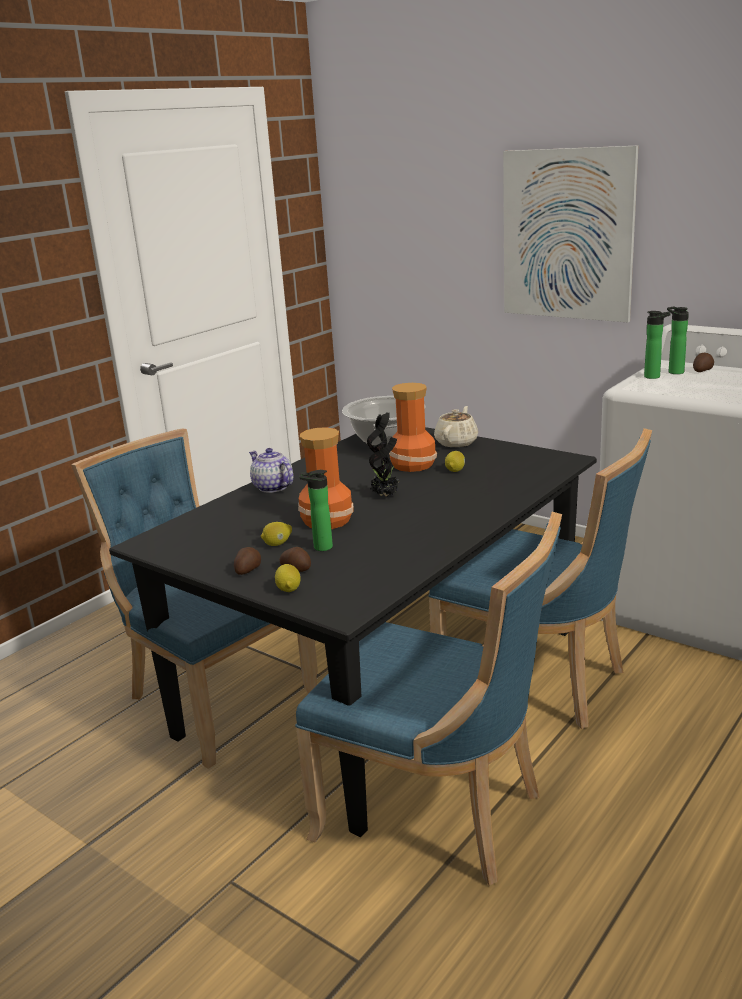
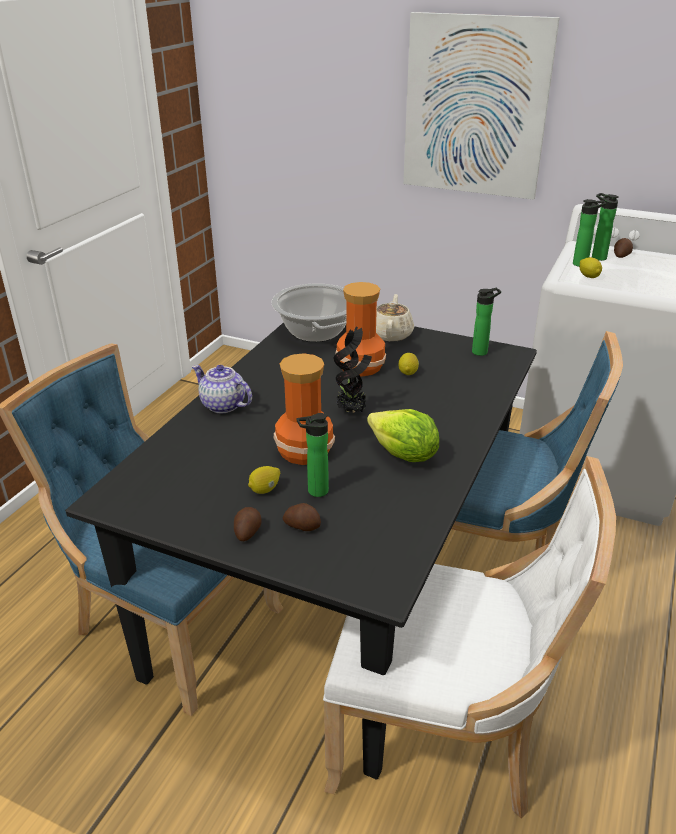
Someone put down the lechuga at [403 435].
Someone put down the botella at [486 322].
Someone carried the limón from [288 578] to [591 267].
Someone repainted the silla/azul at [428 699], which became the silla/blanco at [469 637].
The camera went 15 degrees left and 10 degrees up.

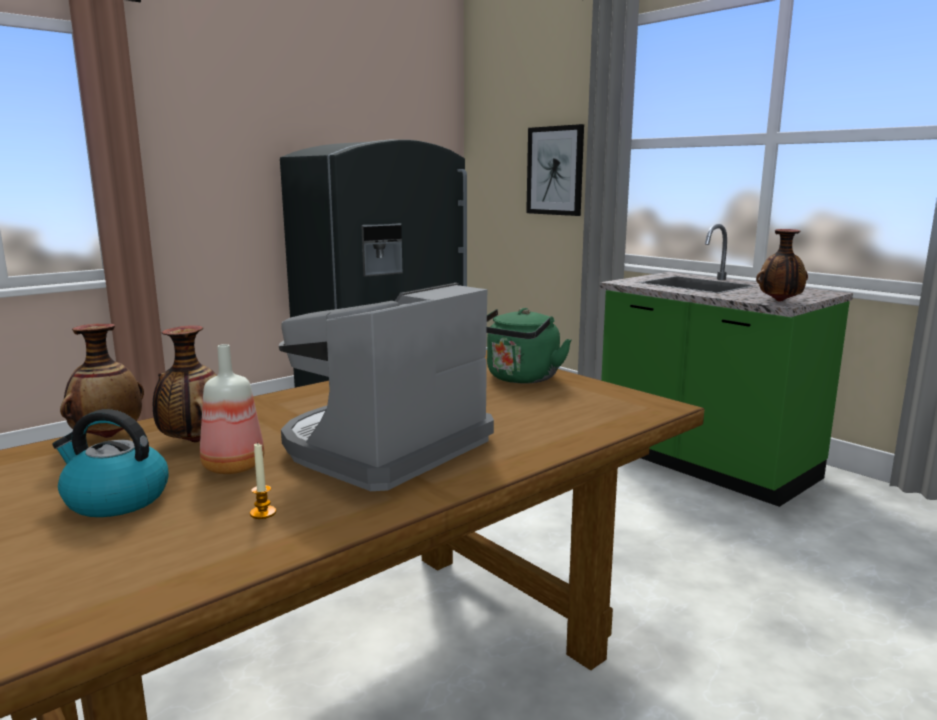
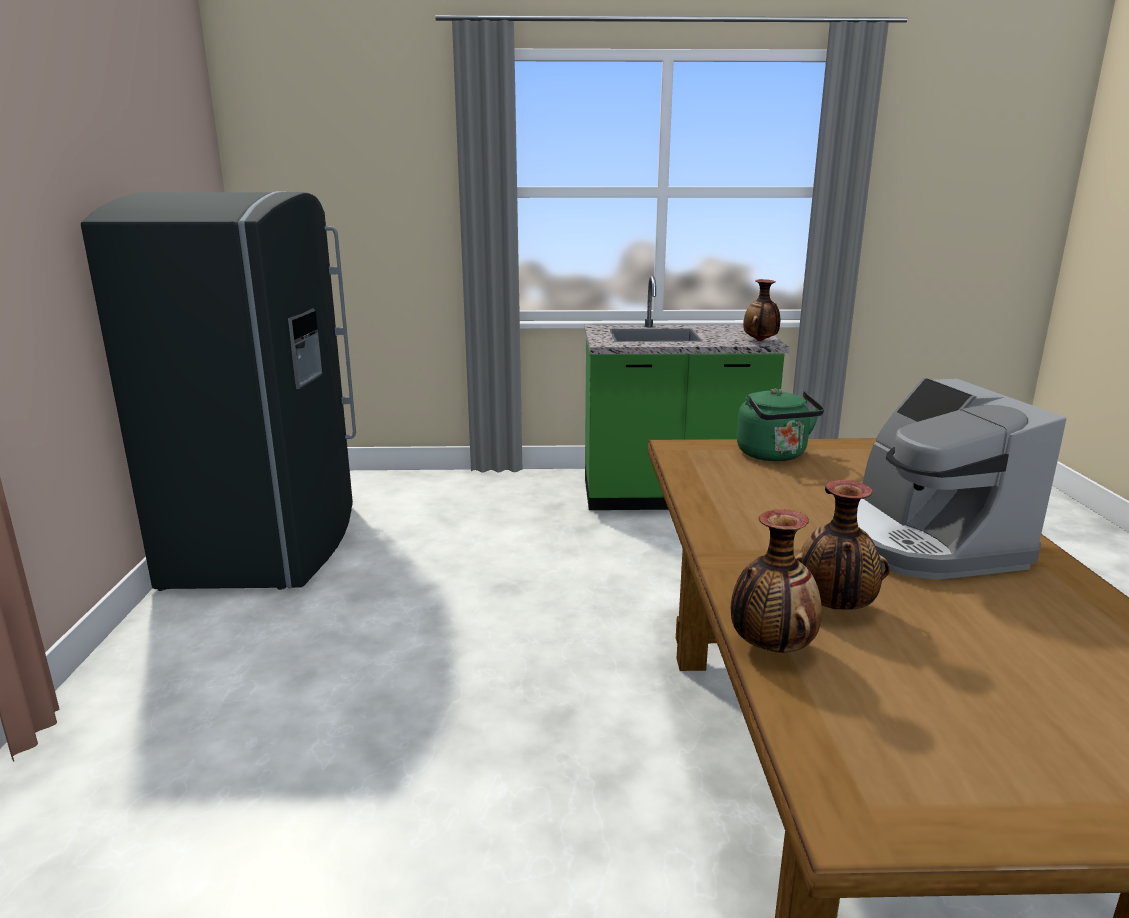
Someone took away the hervidor at [110 463].
Someone took away the botella at [232 409].
Someone took away the vela at [263 480].
Someone took away the cuadro at [555 170].
The camera went 50 degrees left and 5 degrees up.

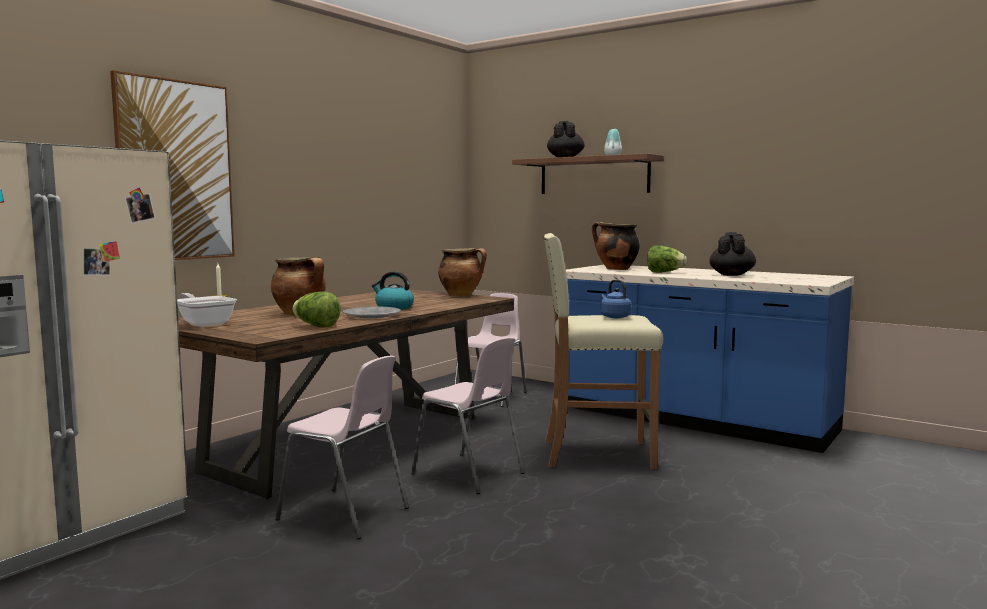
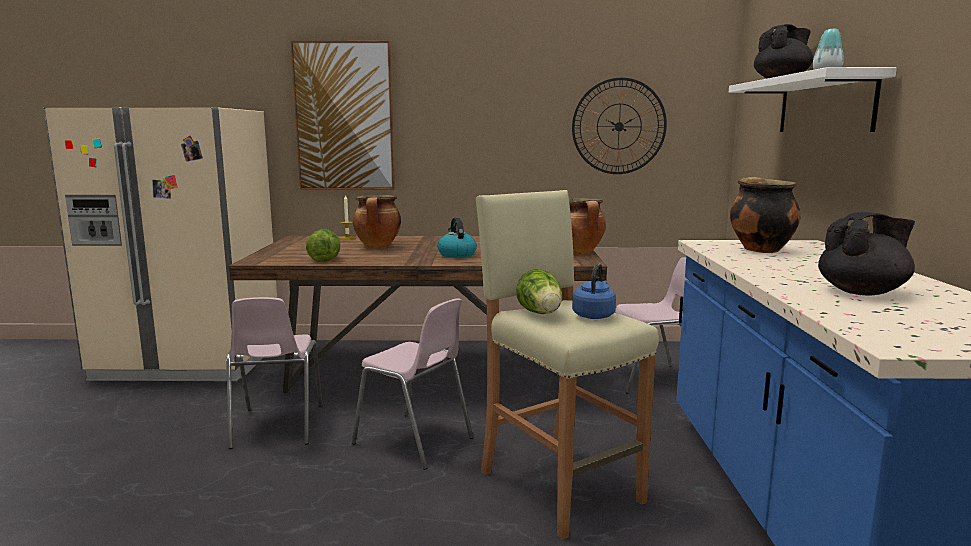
Someone took away the sartén at [207 310].
Someone took away the plato/gris at [372 312].
Someone put up the reloj de pared at [619 125].
Someone carried the lechuga from [667 259] to [539 291].
Someone repainted the estante/marrón at [588 173], which became the estante/blanco at [813 99].
Someone rotated the silla/rosa at [468 415] by 60 degrees counterclockwise.
The camera went 55 degrees right and 5 degrees up.

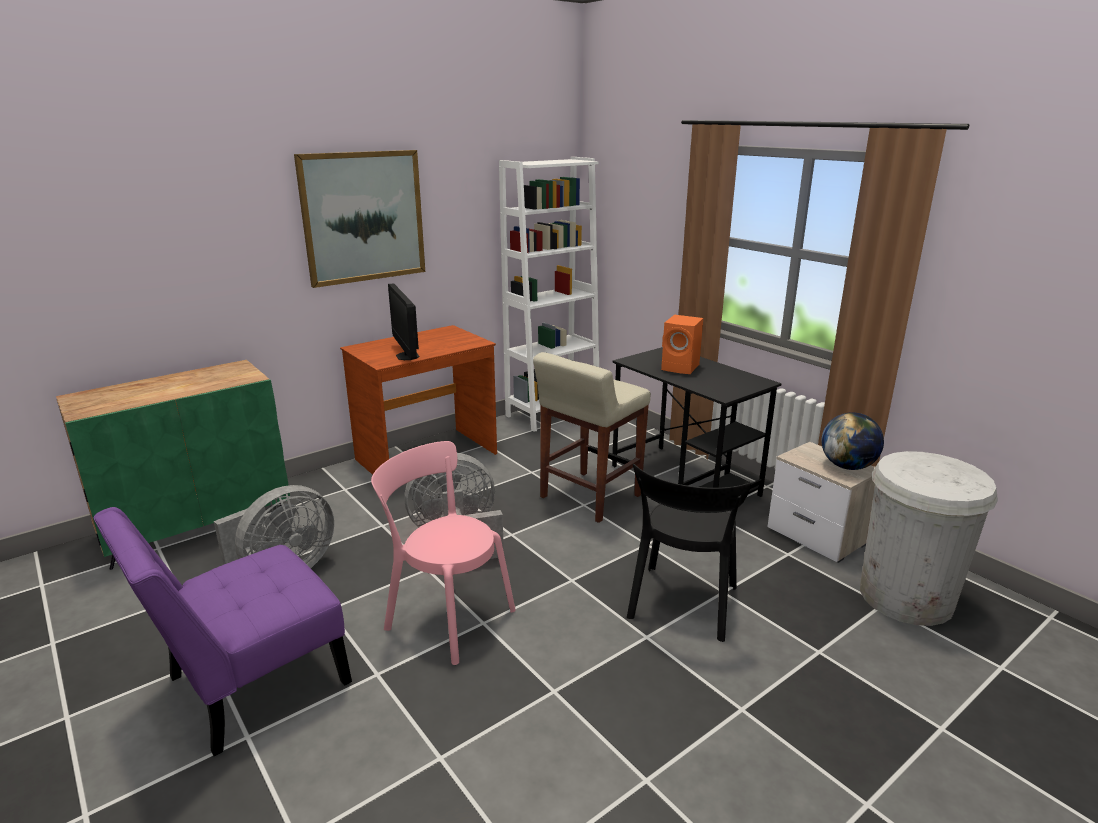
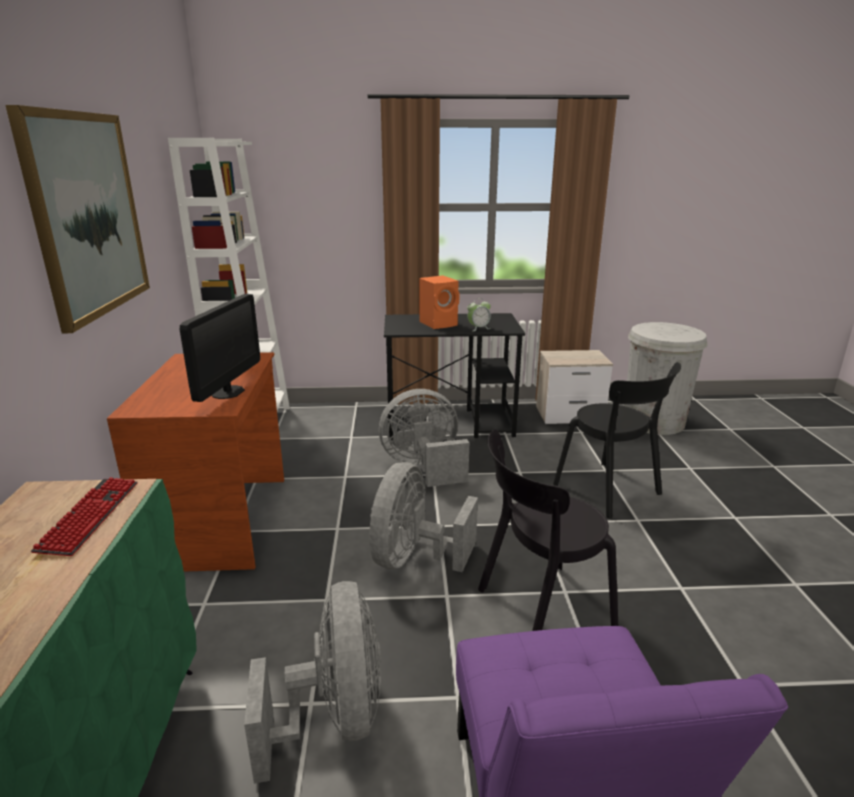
Someone took away the globo terráqueo at [852 441].
Someone put down the teclado at [84 516].
Someone put down the despertador at [479 314].
Someone swapped the taburete/beis at [592 437] for the ventilador/gris at [424 438].
Someone repainted the silla/rosa at [443 553], which became the silla/negro at [548 530].
Someone rotated the monitor at [403 321] by 90 degrees counterclockwise.
The camera went 55 degrees left and 0 degrees up.

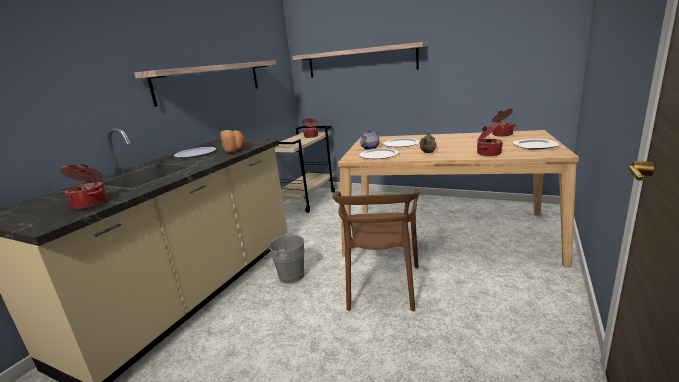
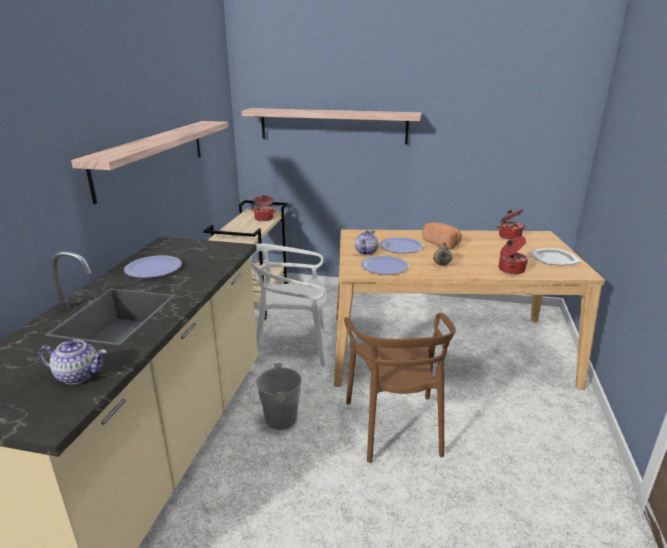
Someone put down the silla/blanco at [288 305].
Someone carried the pan from [232 141] to [442 236].
Someone swapped the olla at [83 186] for the tetera at [72 362].
The camera went 15 degrees left and 5 degrees up.

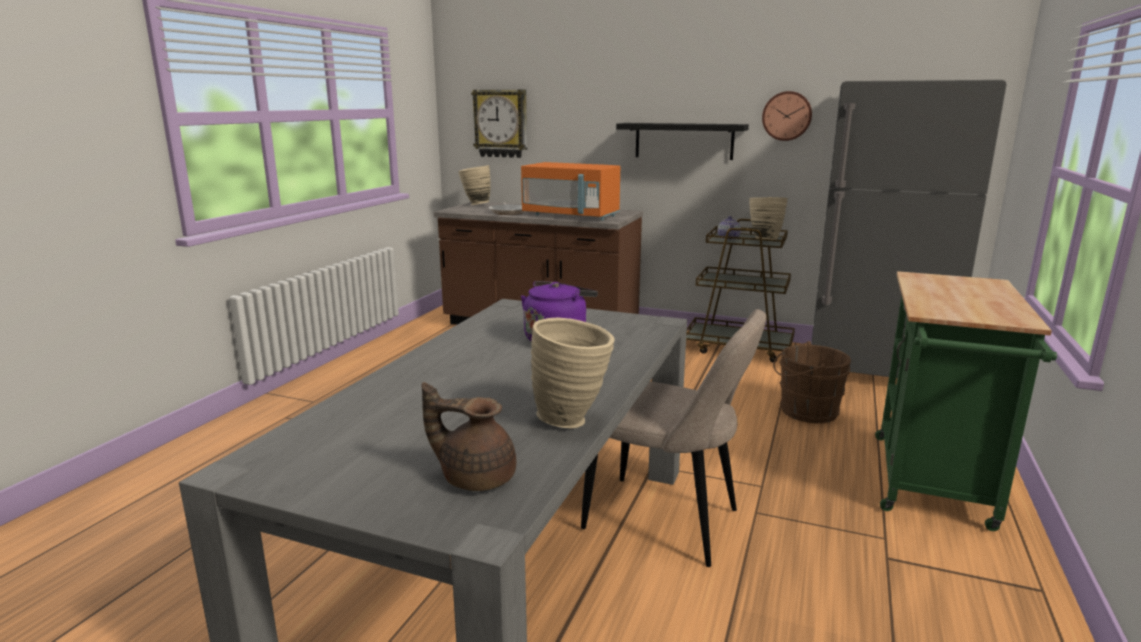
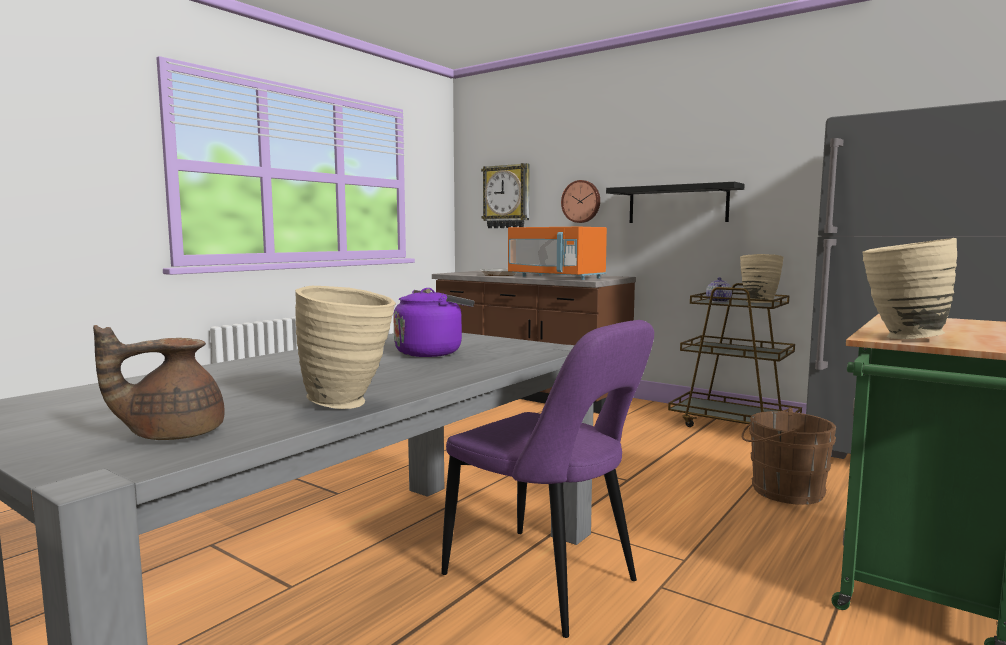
Someone carried the florero/beis from [474 185] to [909 288].
Someone carried the reloj de pared from [787 116] to [580 201].
Someone repainted the silla/beis at [673 438], which became the silla/morado at [547 479].
Someone rotated the tetera/marrón at [469 436] by 60 degrees counterclockwise.
The camera went 15 degrees right and 10 degrees down.

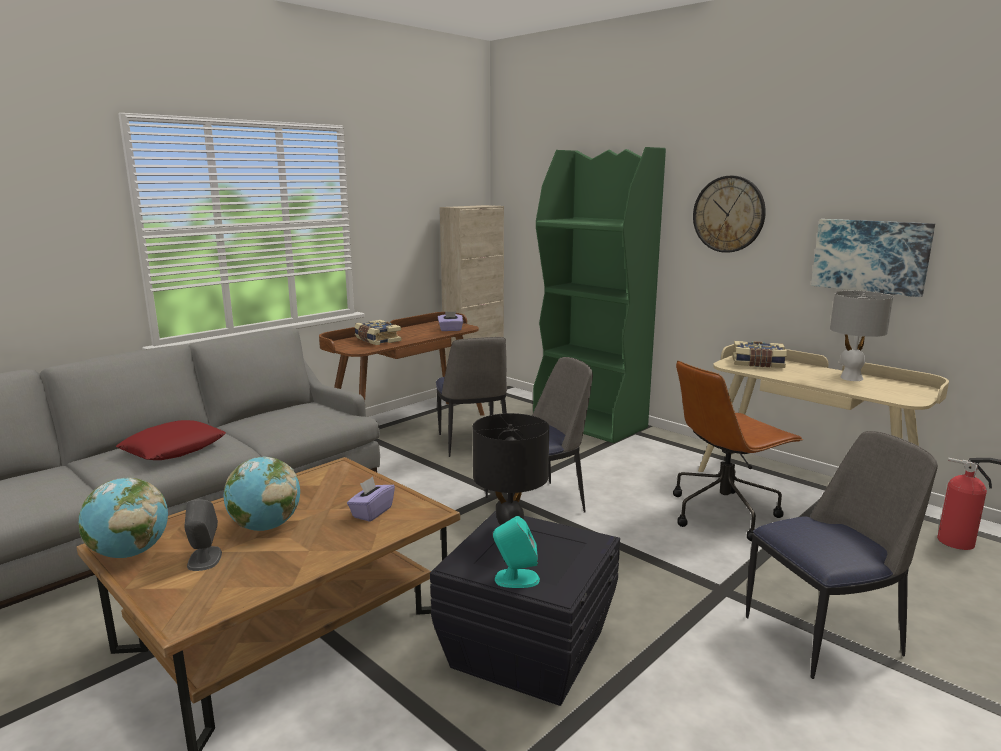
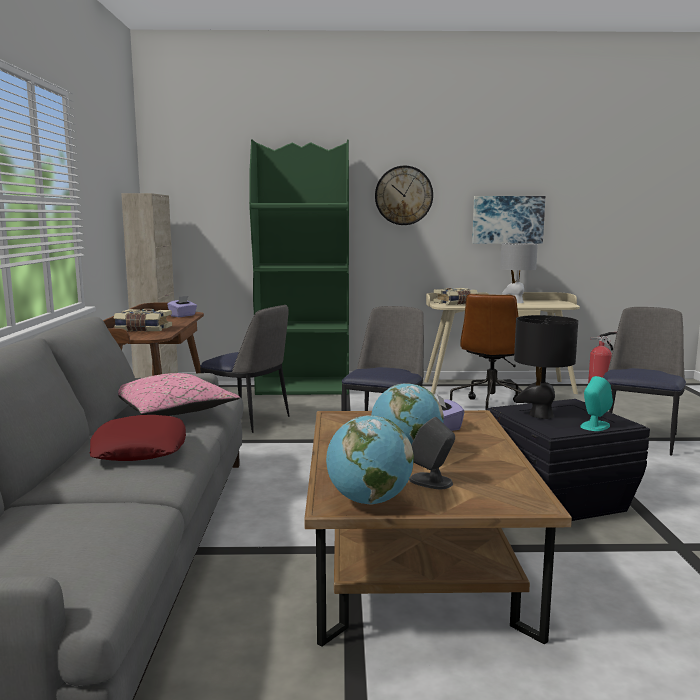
Someone put down the cojín/rosa at [179 394].
The camera went 45 degrees left and 5 degrees down.

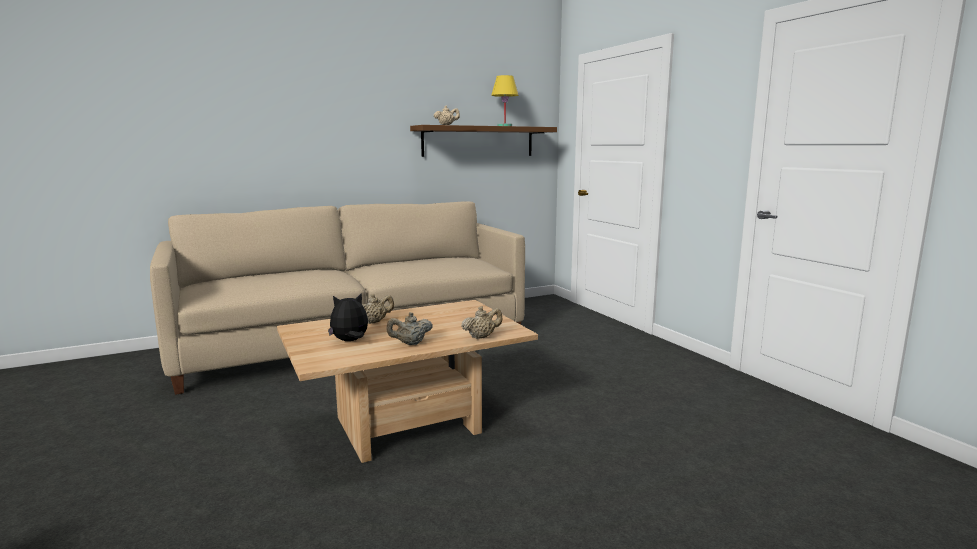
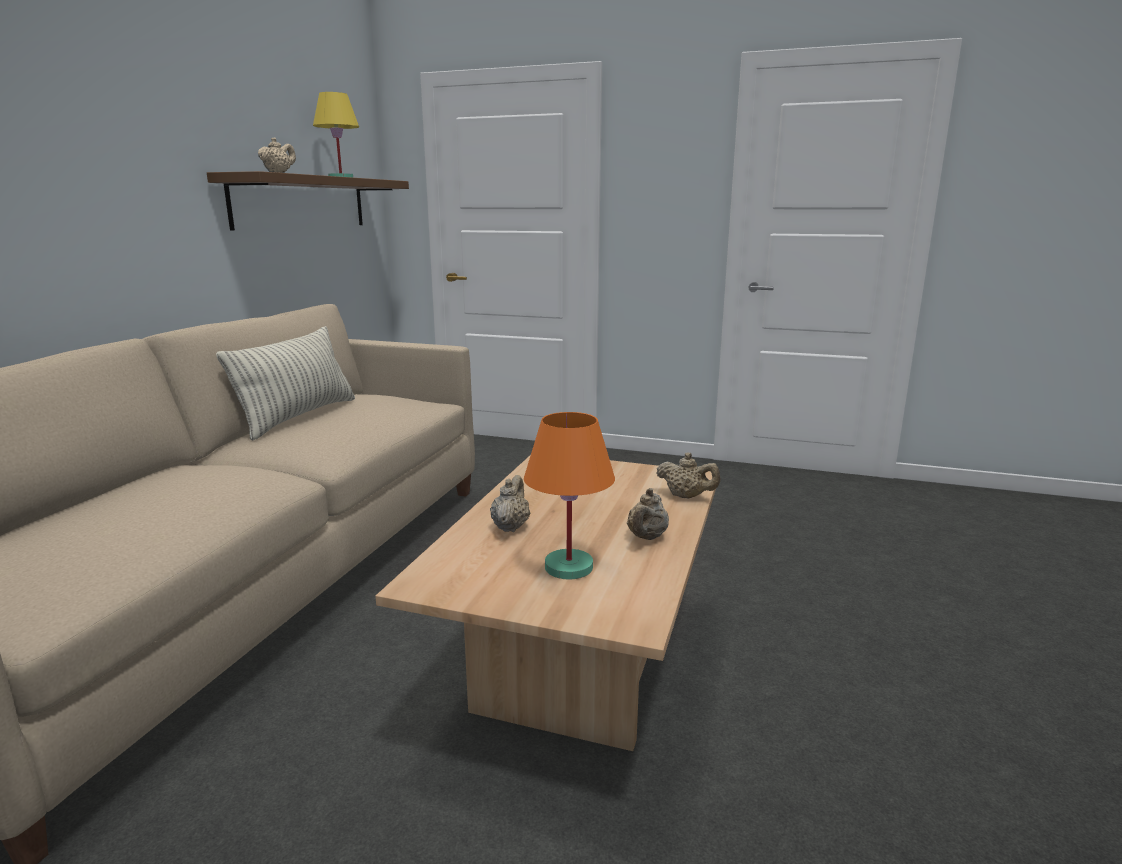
Someone put down the cojín at [285 383].
Someone swapped the peluche at [348 317] for the lámpara de mesa/naranja at [569 495].
Someone rotated the tetera/beis at [482 322] by 105 degrees clockwise.
The camera went 45 degrees left and 5 degrees up.

